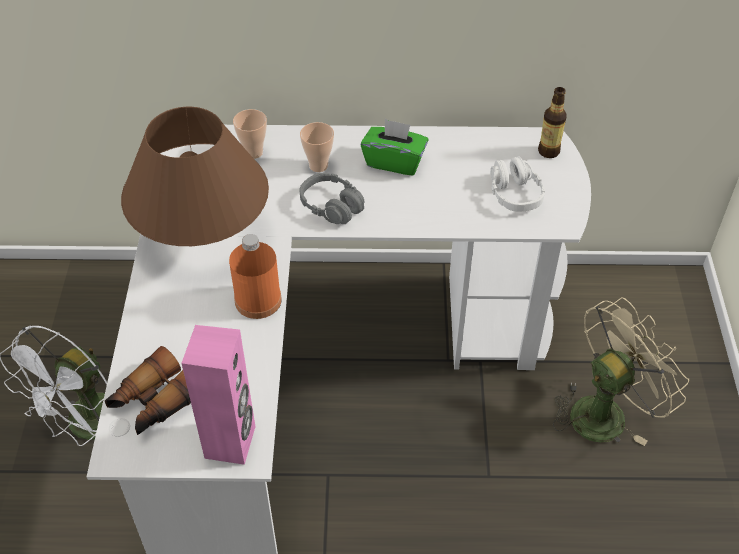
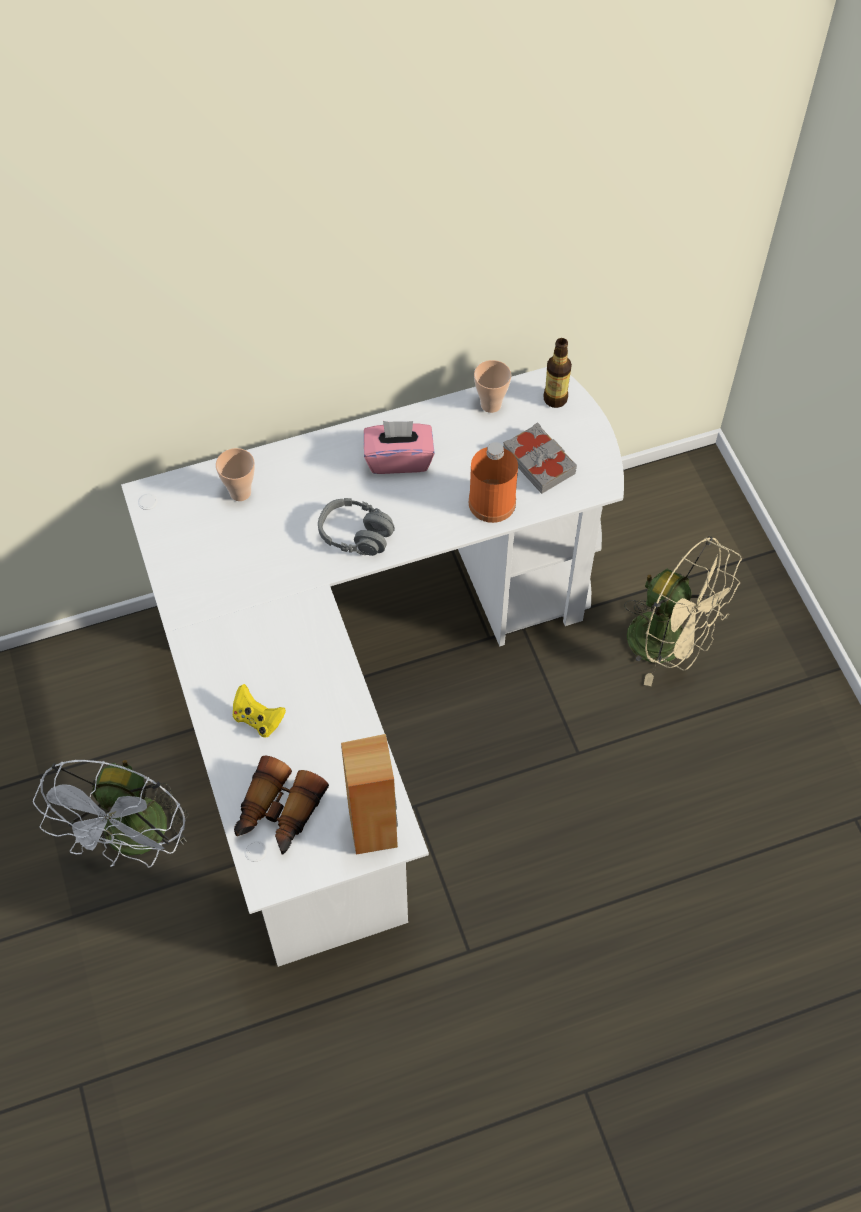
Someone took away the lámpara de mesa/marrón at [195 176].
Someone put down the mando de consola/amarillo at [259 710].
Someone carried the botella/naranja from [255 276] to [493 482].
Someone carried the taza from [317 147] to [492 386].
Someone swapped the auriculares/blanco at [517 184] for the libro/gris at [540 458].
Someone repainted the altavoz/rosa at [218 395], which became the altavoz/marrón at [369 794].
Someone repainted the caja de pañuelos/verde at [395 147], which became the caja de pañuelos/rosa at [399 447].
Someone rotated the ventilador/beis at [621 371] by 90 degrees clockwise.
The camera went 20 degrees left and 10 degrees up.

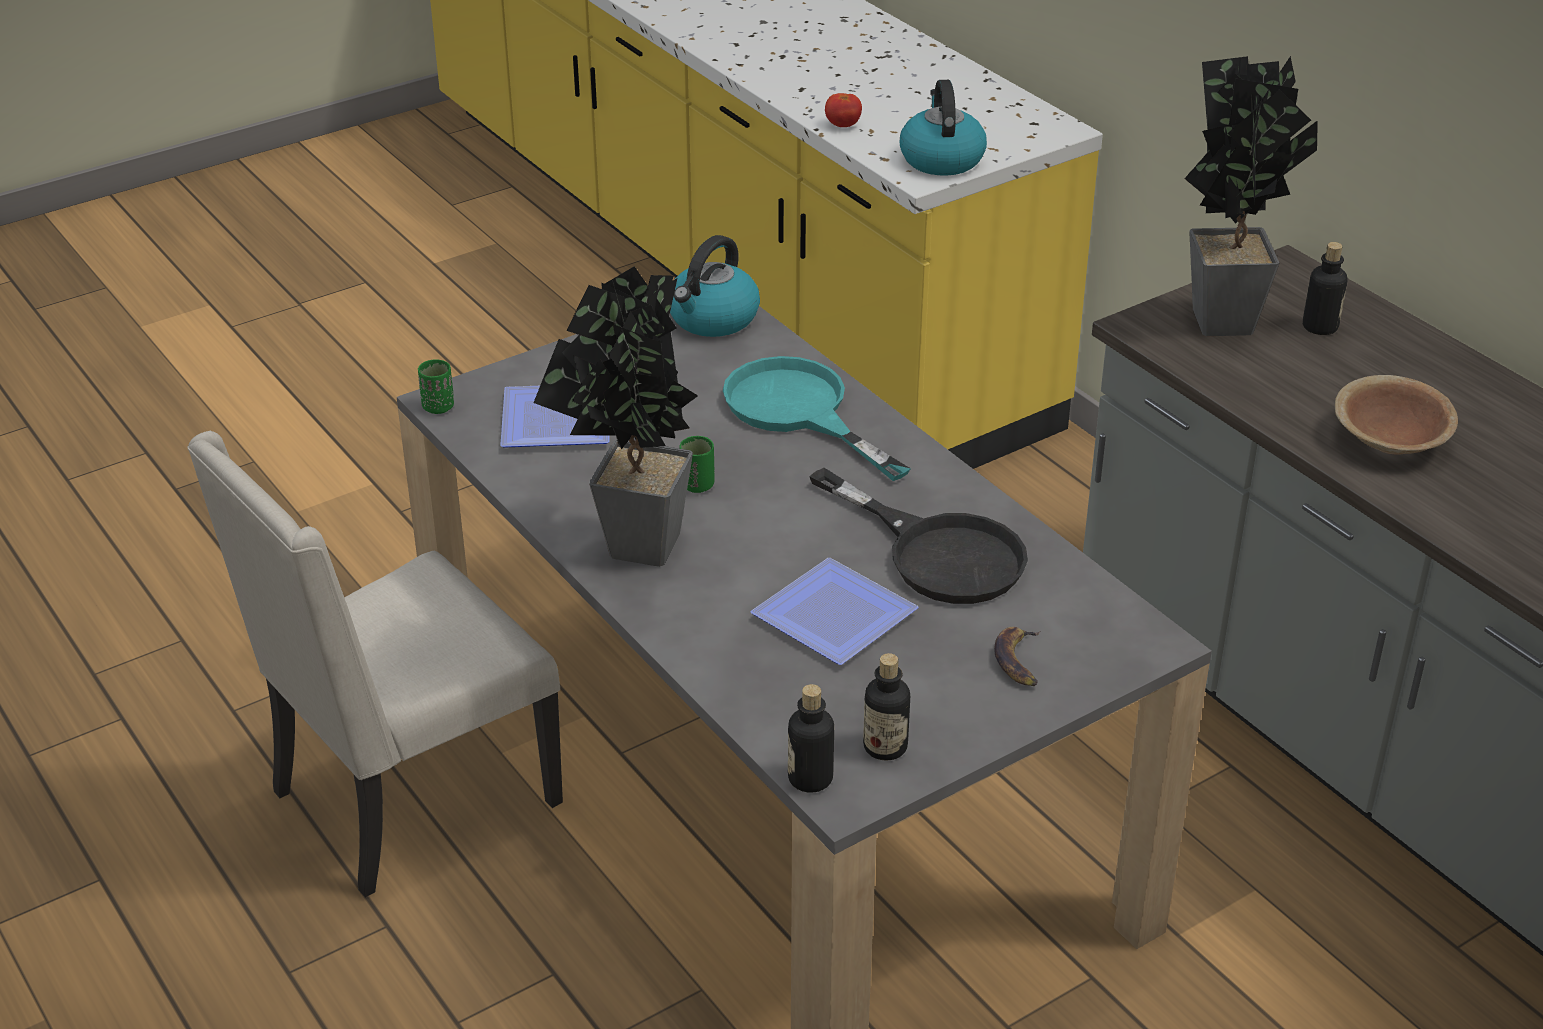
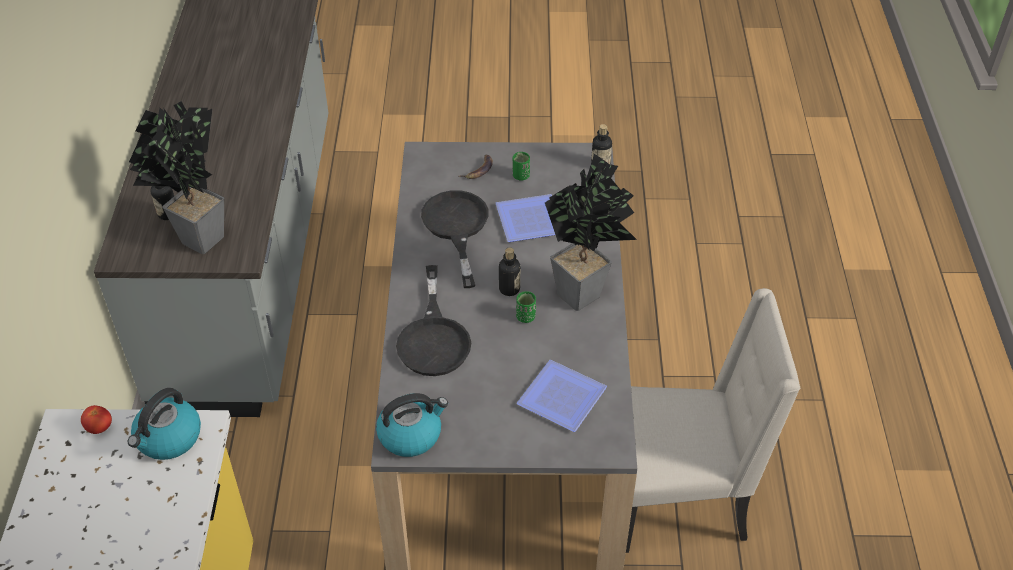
Someone took away the cuenco/marrón at [1396 414].
Someone carried the taza/verde from [436 386] to [521 166].
Someone carried the tomate from [843 110] to [96 419].
Someone carried the botella from [886 707] to [509 272].
Someone repainted the sartén/turquesa at [817 418], which became the sartén/negro at [433 320].
The camera went 145 degrees left and 10 degrees up.

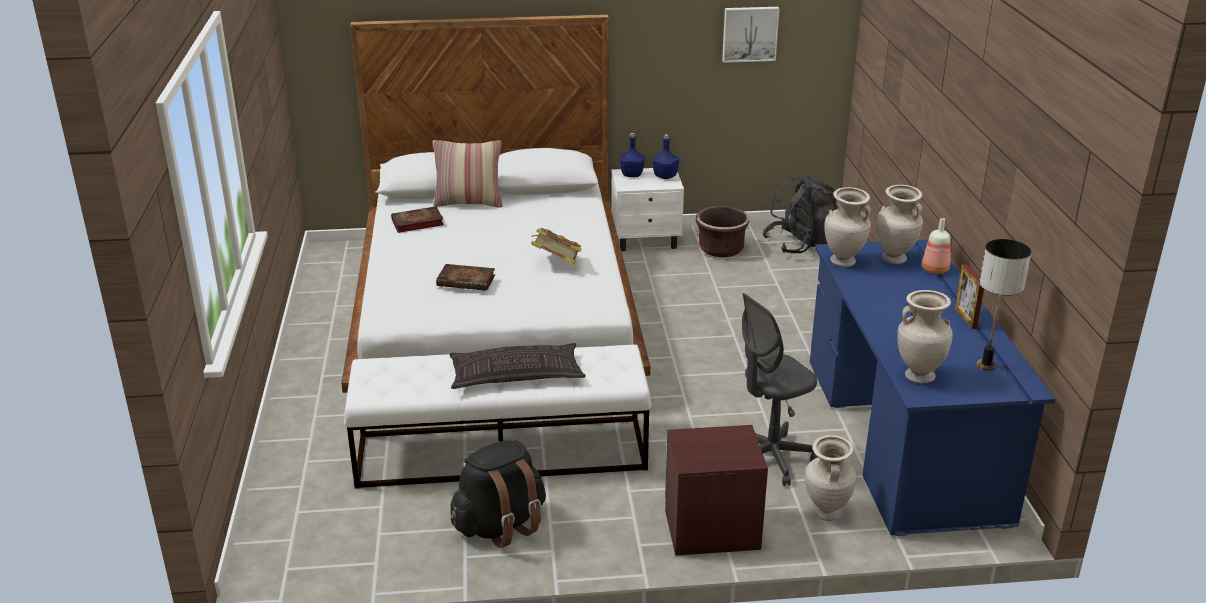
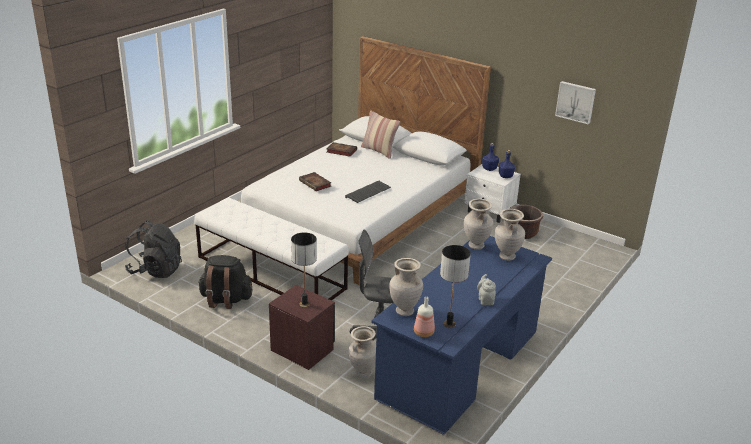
Someone took away the cojín at [517 366].
Someone put down the lámpara de mesa at [304 270].
Someone carried the mochila/negro from [800 214] to [153 249].
Someone carried the botella from [936 246] to [424 317].
Someone swapped the libro at [556 246] for the teclado at [368 192].
Someone swapped the portarretratos at [969 296] for the tetera/gris at [486 289].
The camera went 40 degrees right and 0 degrees up.

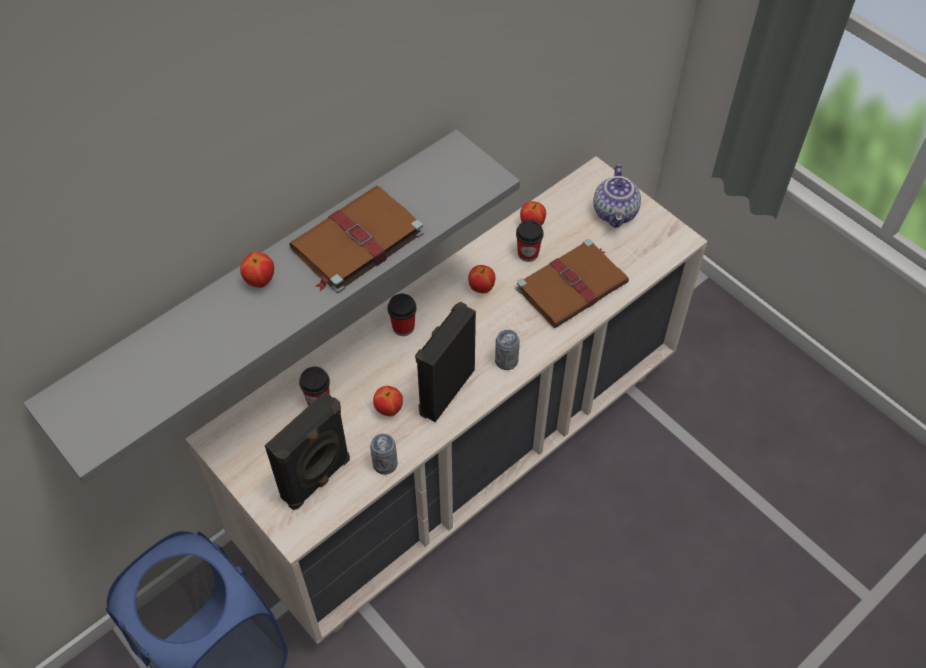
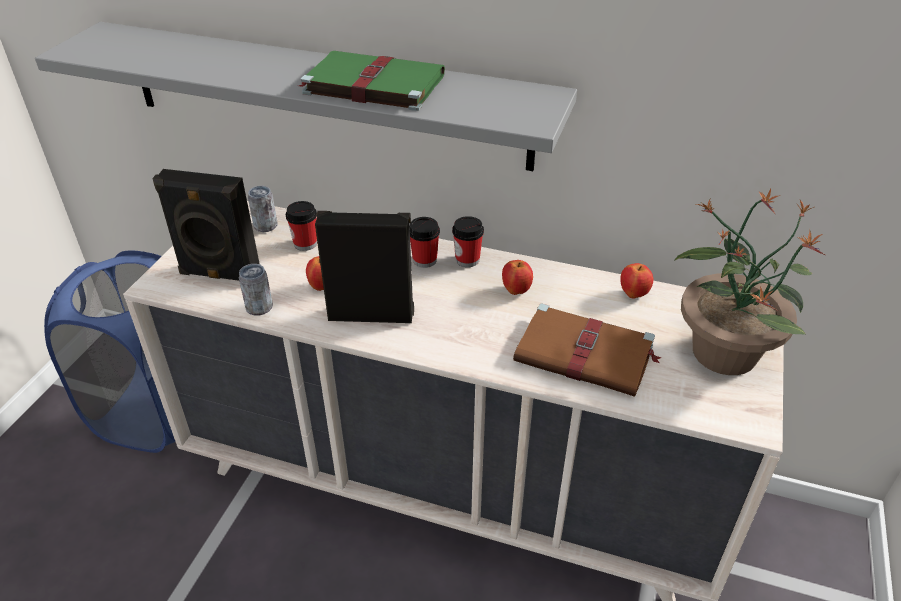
Someone took away the manzana at [257 270].
Someone carried the lata from [507 349] to [263 209].
Someone carried the taza from [530 241] to [468 241].
Someone swapped the tetera at [617 196] for the planta en maceta at [749 281].
Someone repainted the libro/marrón at [356 239], which became the libro/verde at [372 81].
The camera went 60 degrees right and 15 degrees down.

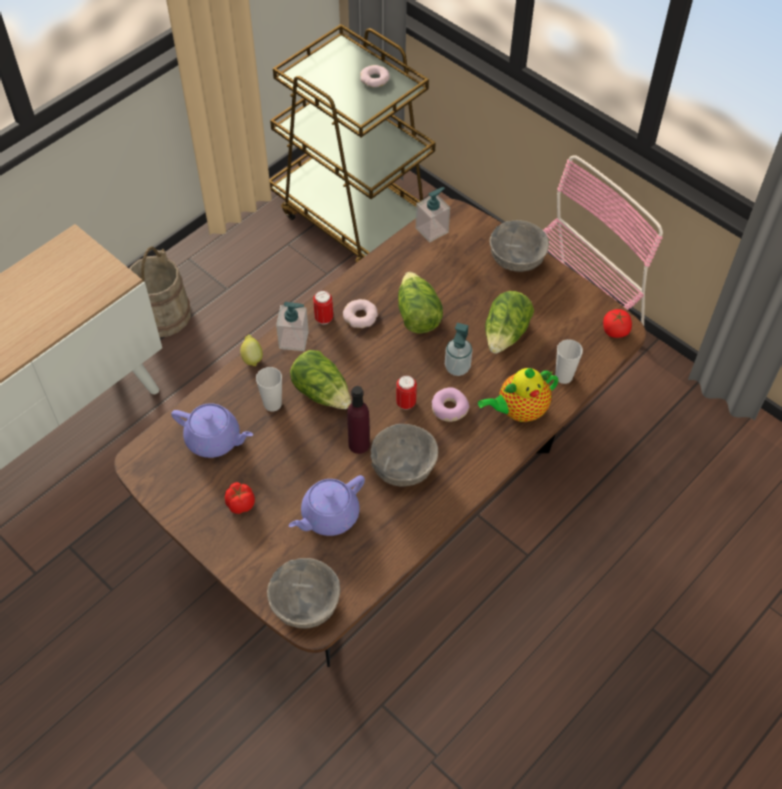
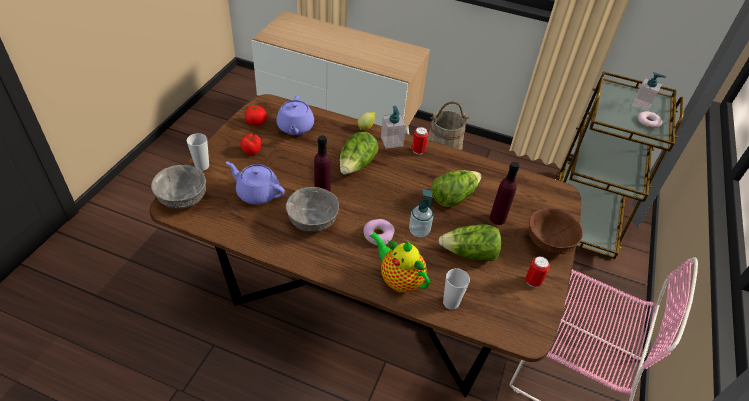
Someone took away the rosquilla at [360 313].
Someone put down the botella/morado at [504 193].
Someone carried the taza from [269 389] to [197 152].
Someone carried the lata from [406 392] to [537 271].
Someone carried the dispensador de jabón from [433 214] to [649 91].
Someone carried the tomate from [617 323] to [256 115].
Someone repainted the cuenco/gris at [519 246], which became the cuenco/marrón at [555 231].
The camera went 65 degrees right and 10 degrees down.

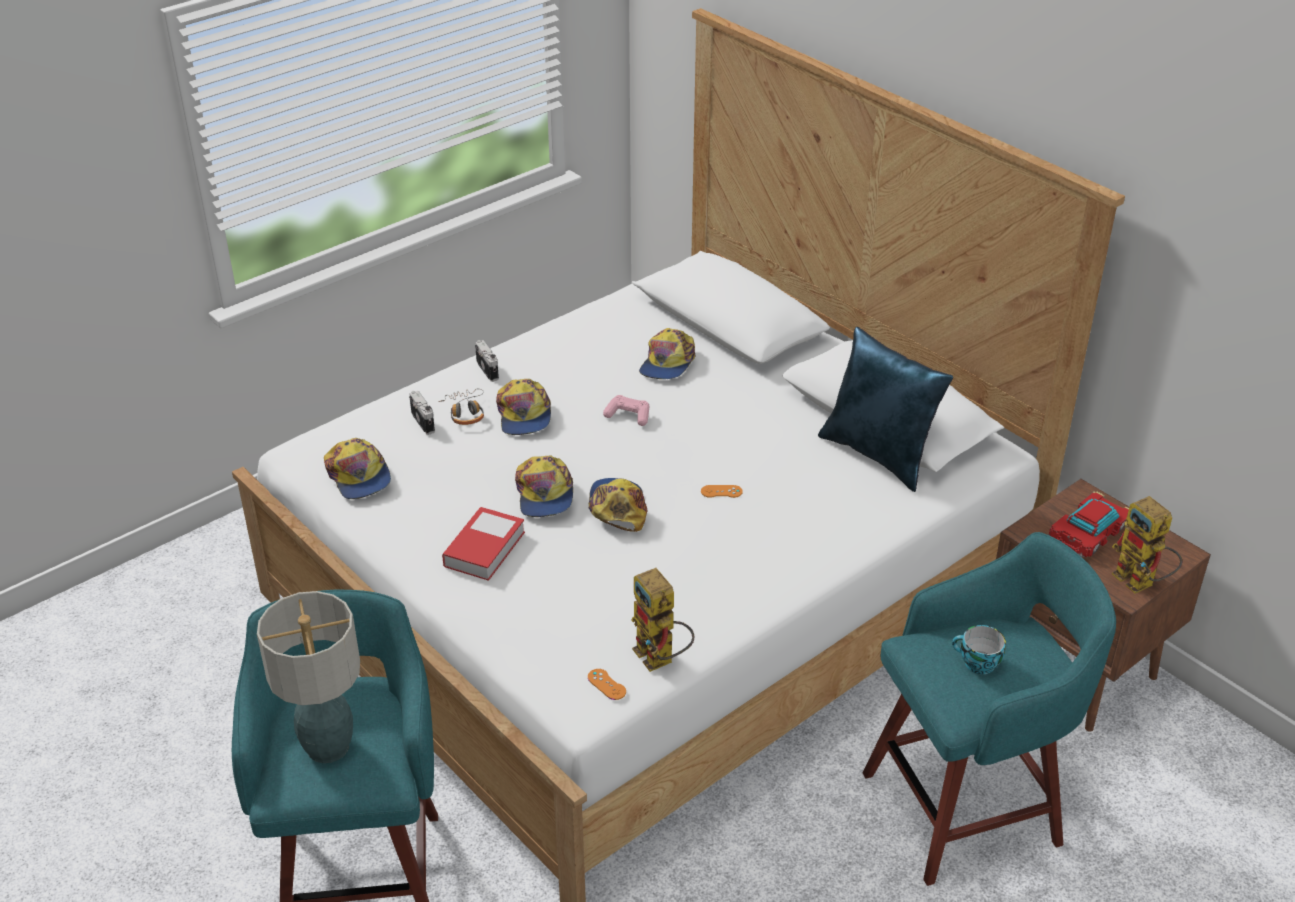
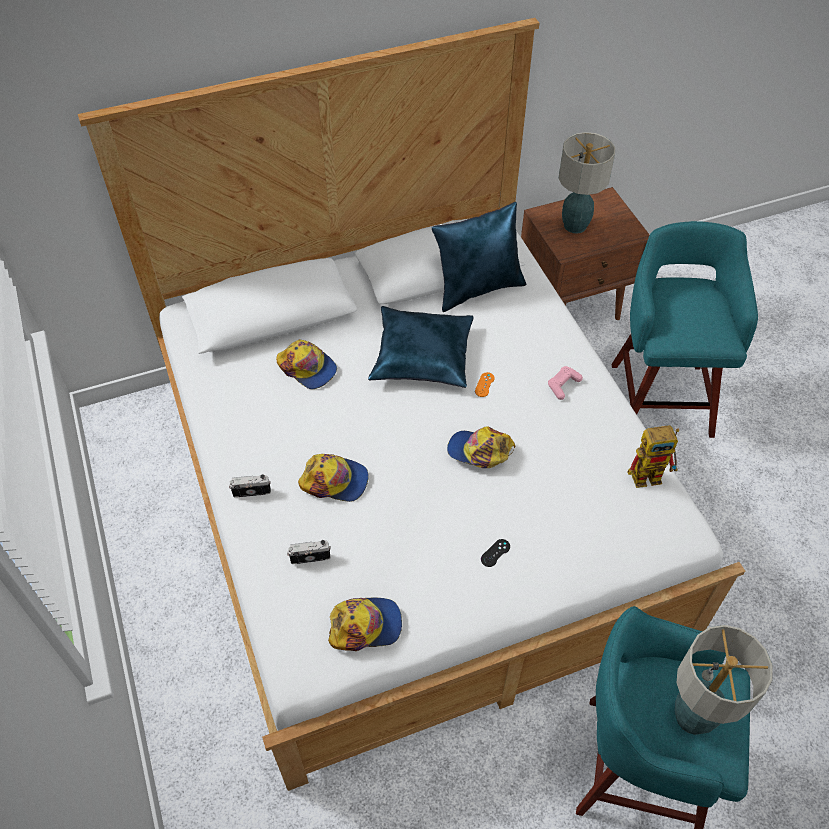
Someone took away the auriculares at [461 407].
Someone took away the gorra at [544 486].
Someone took away the mando de consola/naranja at [607 684].
Someone took away the taza at [979 649].
Someone took away the robot de juguete at [1147 545].
Someone put down the cojín/azul at [421 347].
Someone carried the mando de consola/rosa from [626 410] to [565 383].
Someone swapped the libro at [483 544] for the mando de consola/negro at [495 553].
Someone swapped the coche de juguete at [1089 524] for the lámpara de mesa at [587 183].
The camera went 70 degrees left and 15 degrees up.

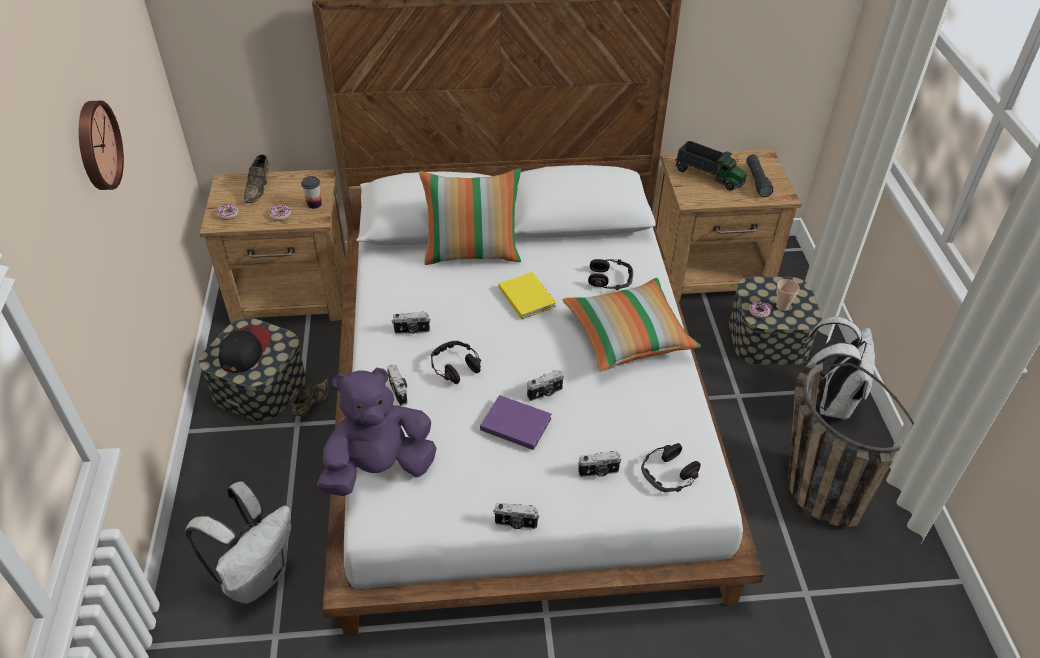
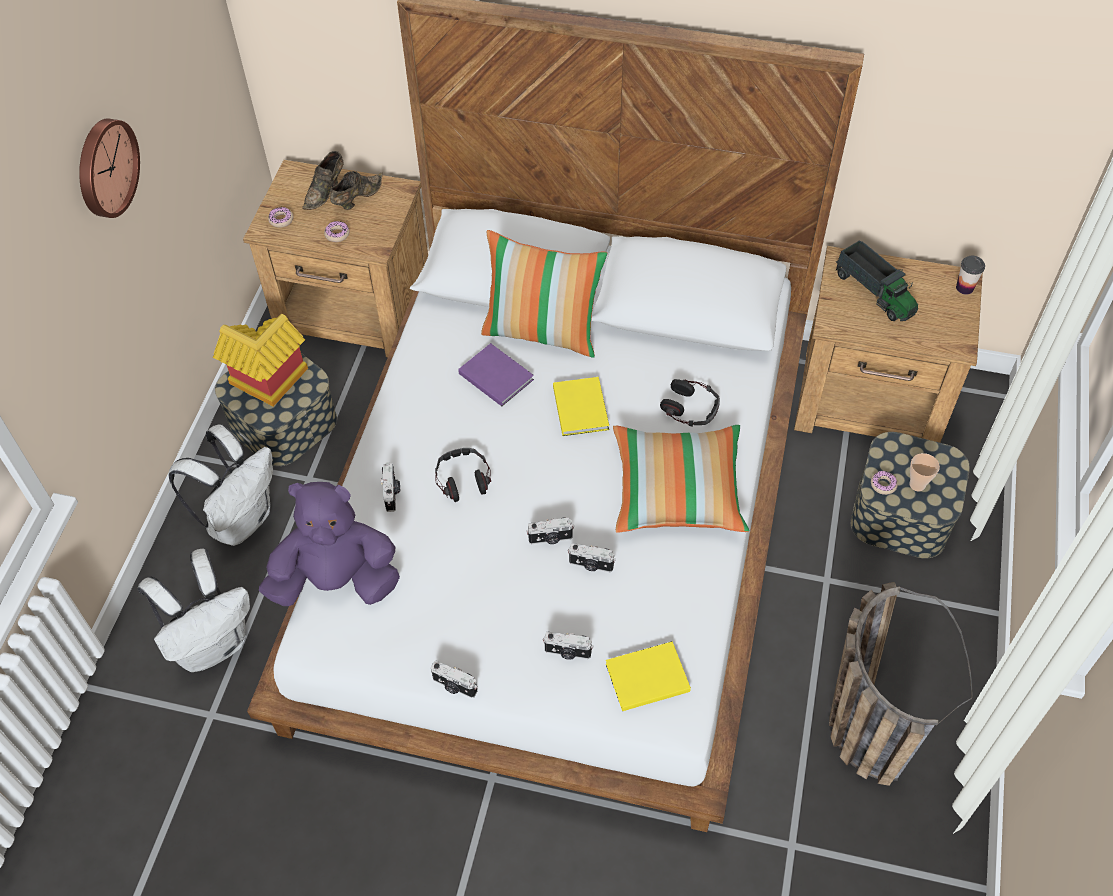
Someone took away the linterna/negro at [759 175].
Someone carried the zapato/marrón from [310 398] to [356 190].
Someone carried the taza from [311 192] to [970 275].
Someone carried the cámara from [411 323] to [592 557].
Someone carried the libro/morado from [516 422] to [496 374].
Someone carried the mochila/blanco from [838 368] to [220 485].
Someone swapped the gorra at [245 349] for the casita at [260 360].
Someone swapped the auriculares at [671 467] for the libro/amarillo at [648 676].
The camera went 20 degrees right and 10 degrees up.

